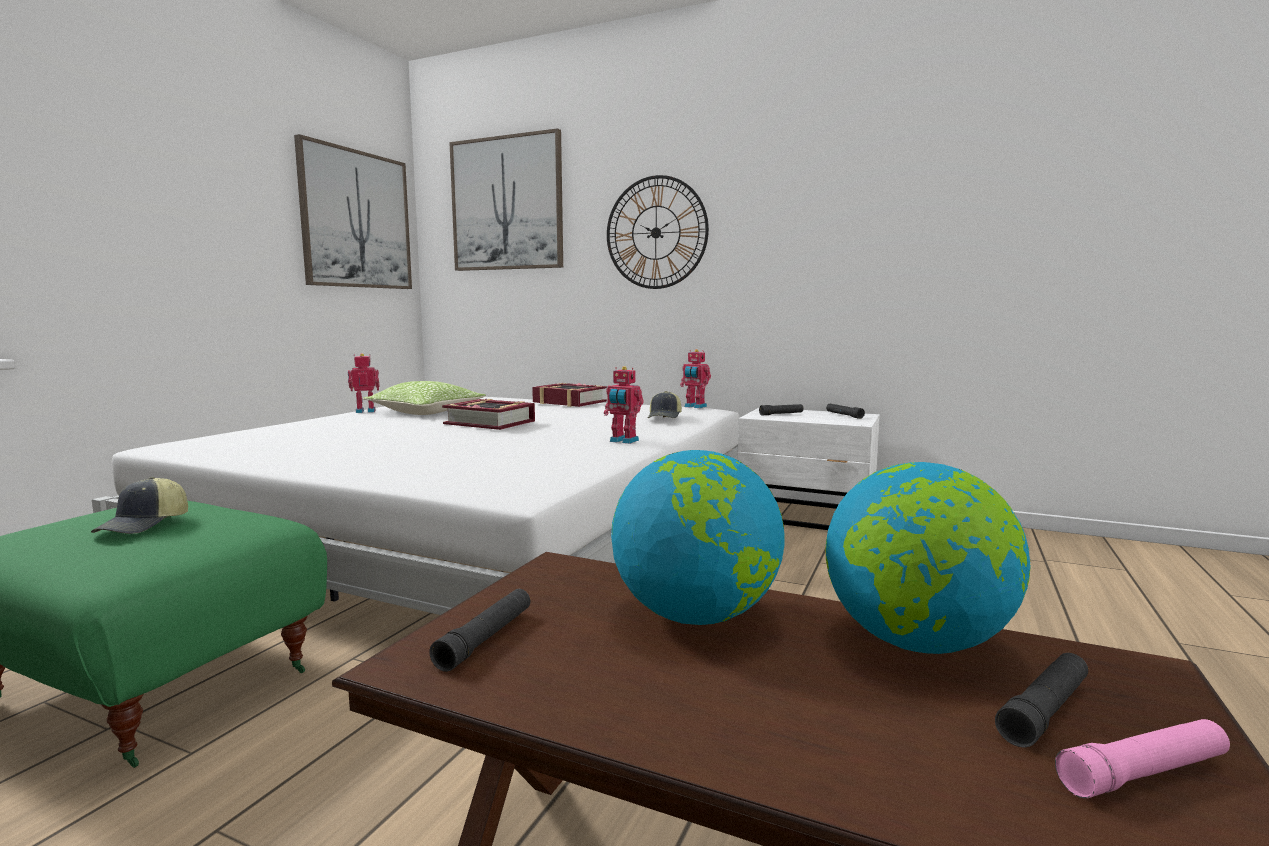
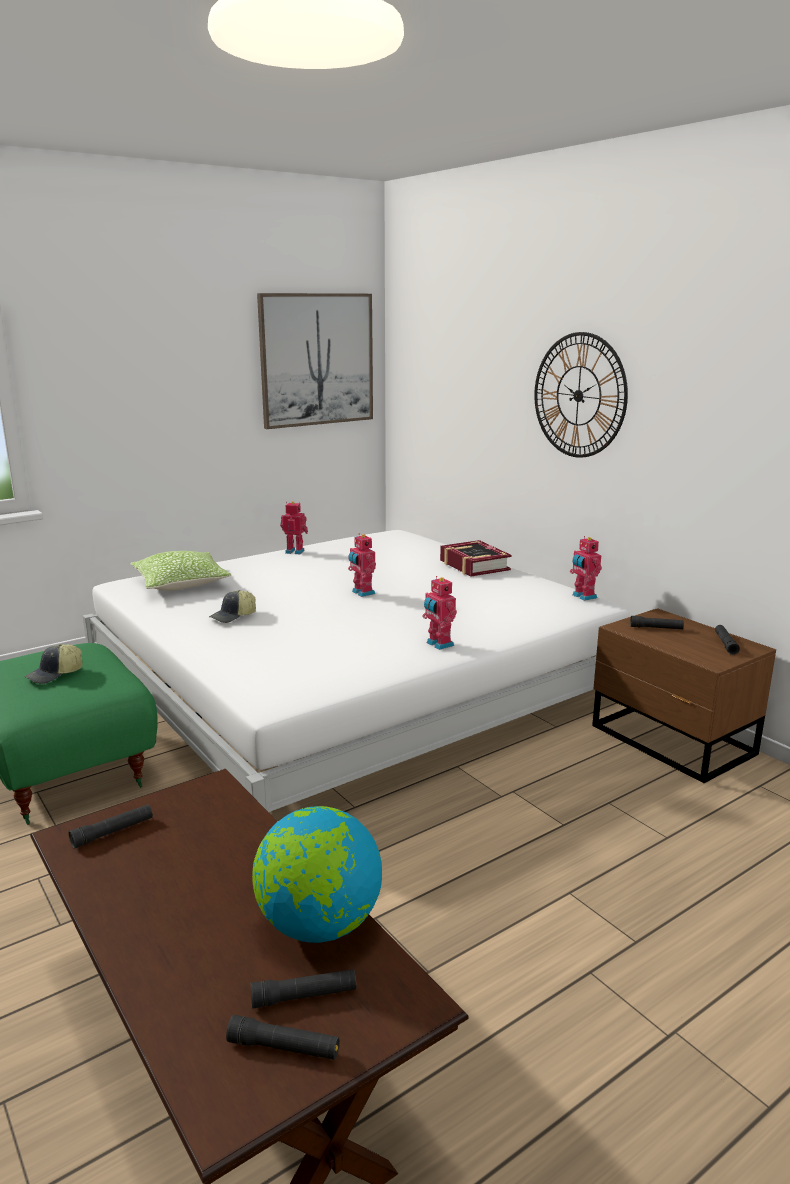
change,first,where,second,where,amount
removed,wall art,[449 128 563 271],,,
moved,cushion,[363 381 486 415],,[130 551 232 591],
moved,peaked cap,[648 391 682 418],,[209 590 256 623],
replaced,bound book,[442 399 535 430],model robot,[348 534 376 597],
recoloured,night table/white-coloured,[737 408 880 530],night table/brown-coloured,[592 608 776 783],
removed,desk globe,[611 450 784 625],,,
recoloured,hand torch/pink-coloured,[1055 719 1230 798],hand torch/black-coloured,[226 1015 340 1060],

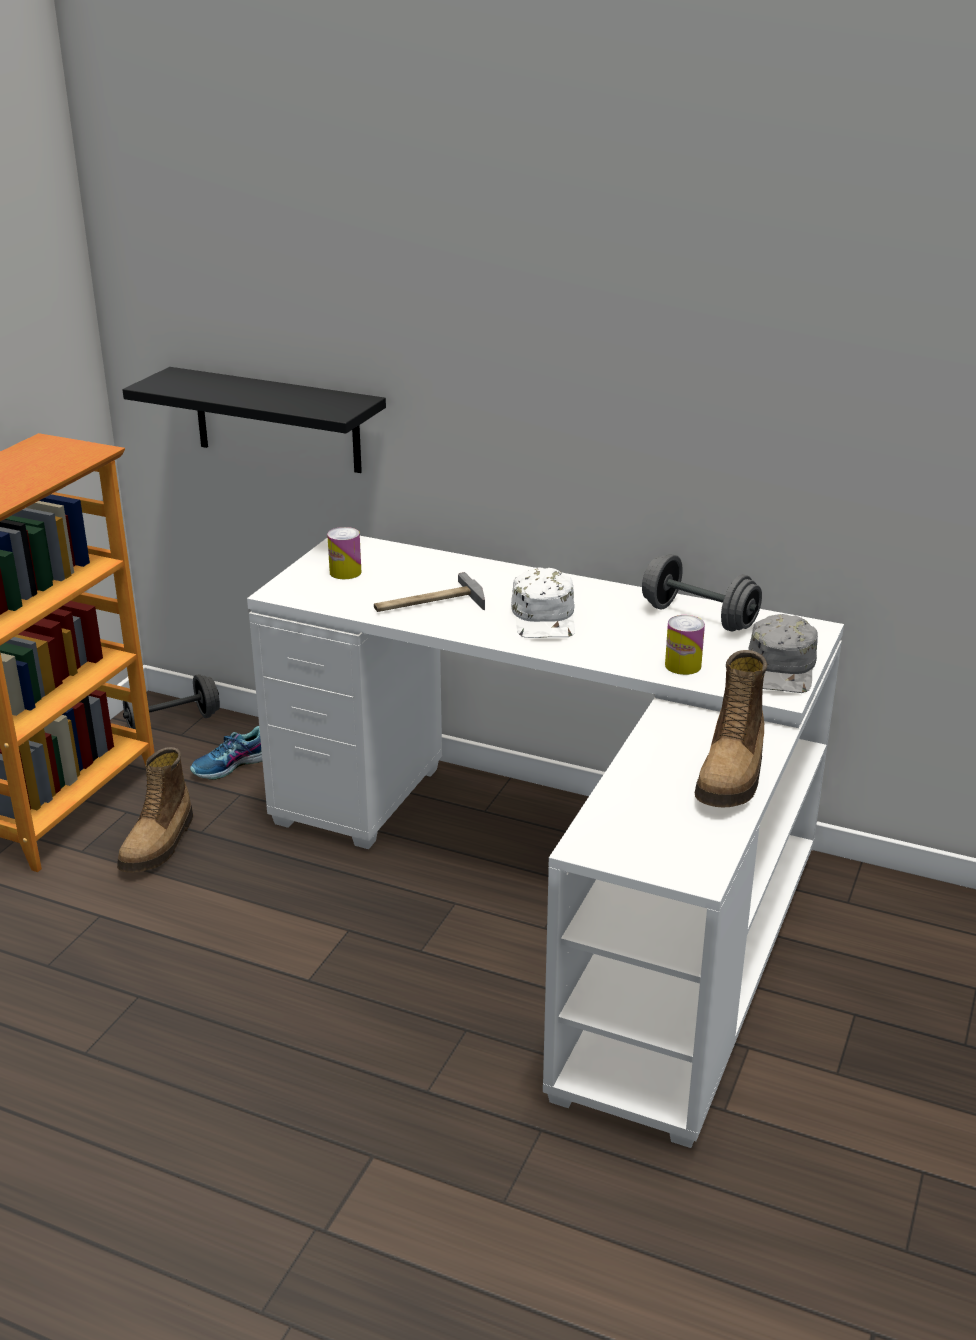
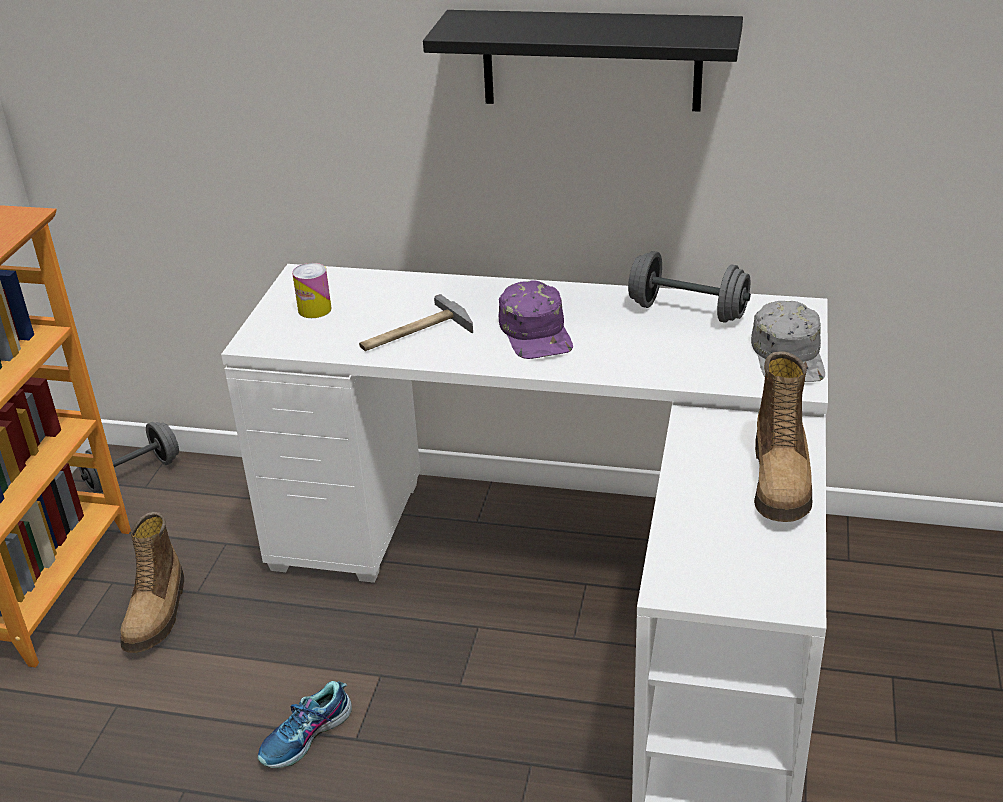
change,first,where,second,where,amount
moved,bracket shelf/black-coloured,[123 367 386 473],,[423 10 743 112],
recoloured,peaked cap/white-coloured,[511 567 575 638],peaked cap/purple,[499 280 573 359],
removed,metal can,[665 615 705 675],,,
moved,item of footwear,[190 726 262 780],,[258 681 352 768],

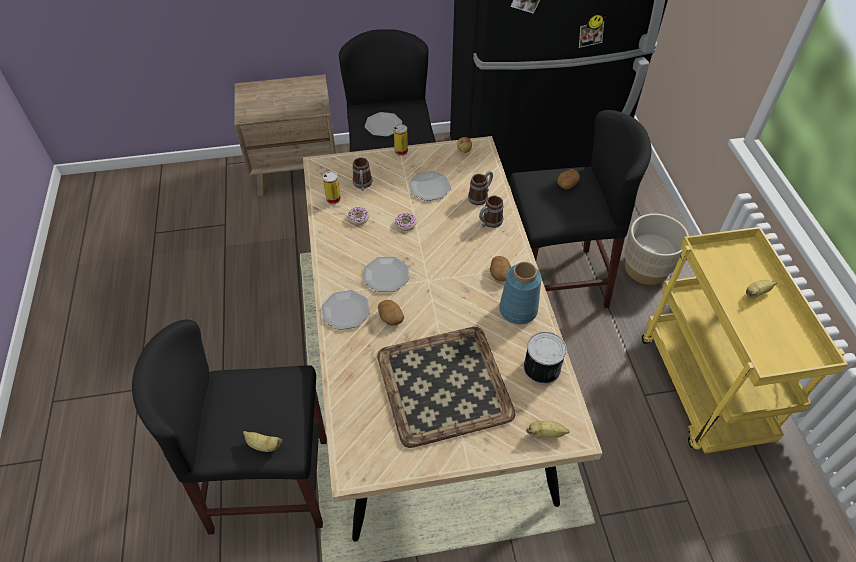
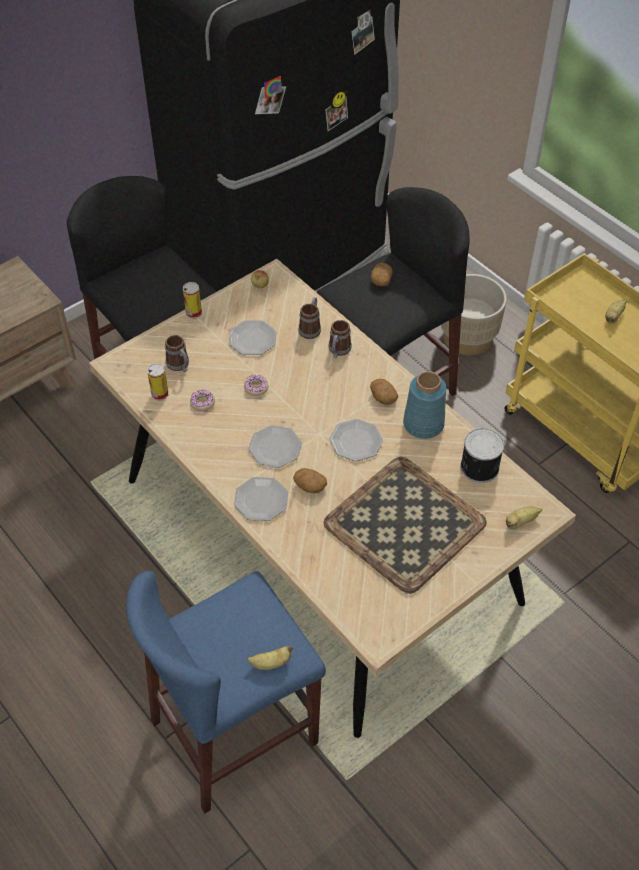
change,first,where,second,where,amount
moved,dinner plate,[365 112 402 137],,[330 419 383 461],
recoloured,stool seat/black-coloured,[132 320 327 534],stool seat/blue-coloured,[126 571 326 813],

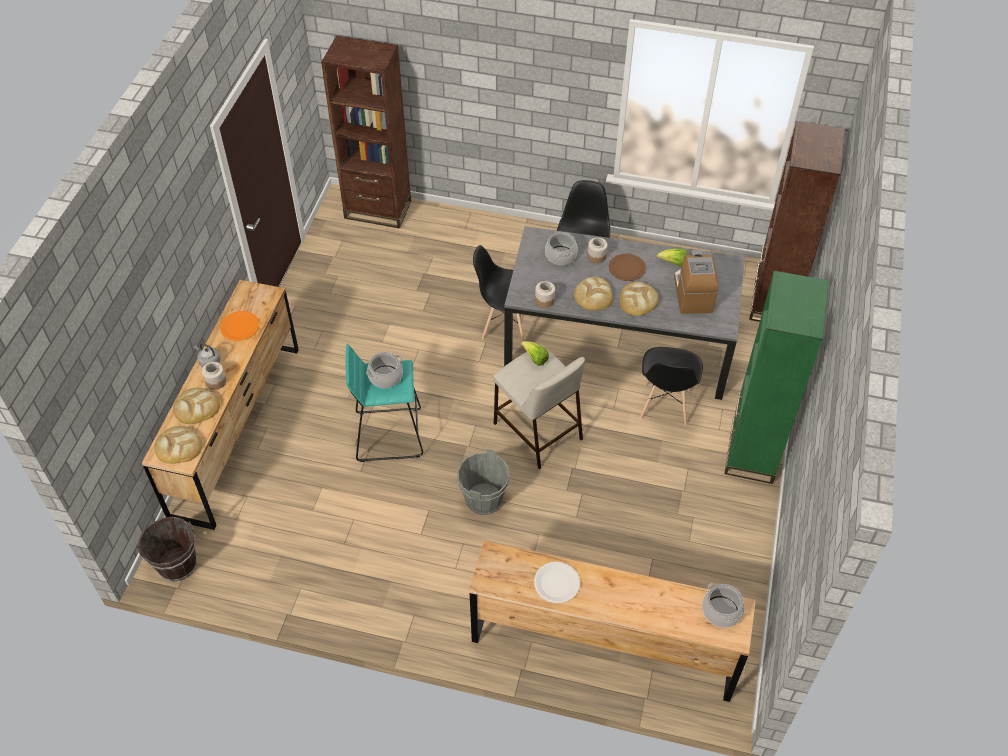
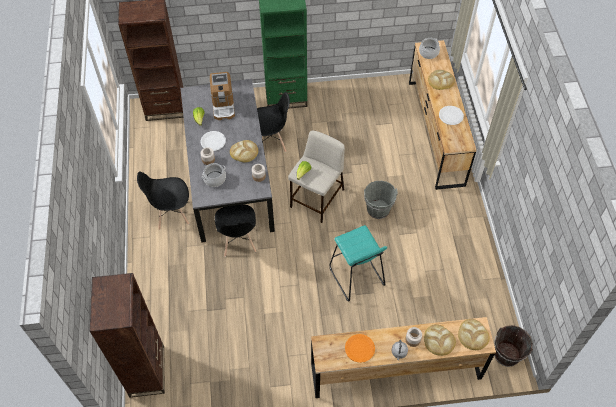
change,first,where,second,where,amount
turned,coffee machine,[674 250 718 314],,[210 72 235 120],75 degrees counterclockwise
recoloured,dinner plate/brown-coloured,[609 254 646 281],dinner plate/white-coloured,[201 131 226 151],
moved,bakery bread,[620 282 659 316],,[428 70 455 90],
removed,cooking pot,[366 352 403 388],,,

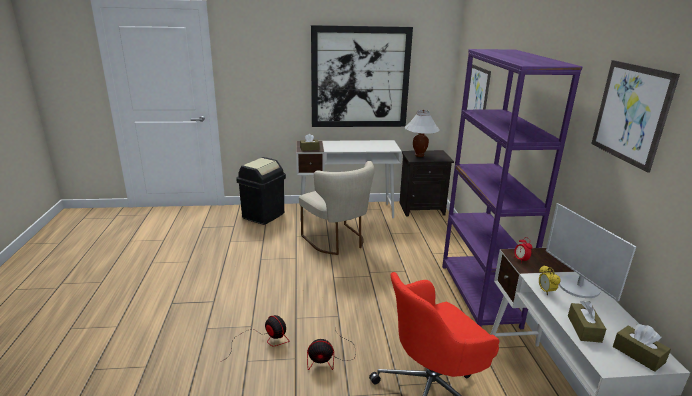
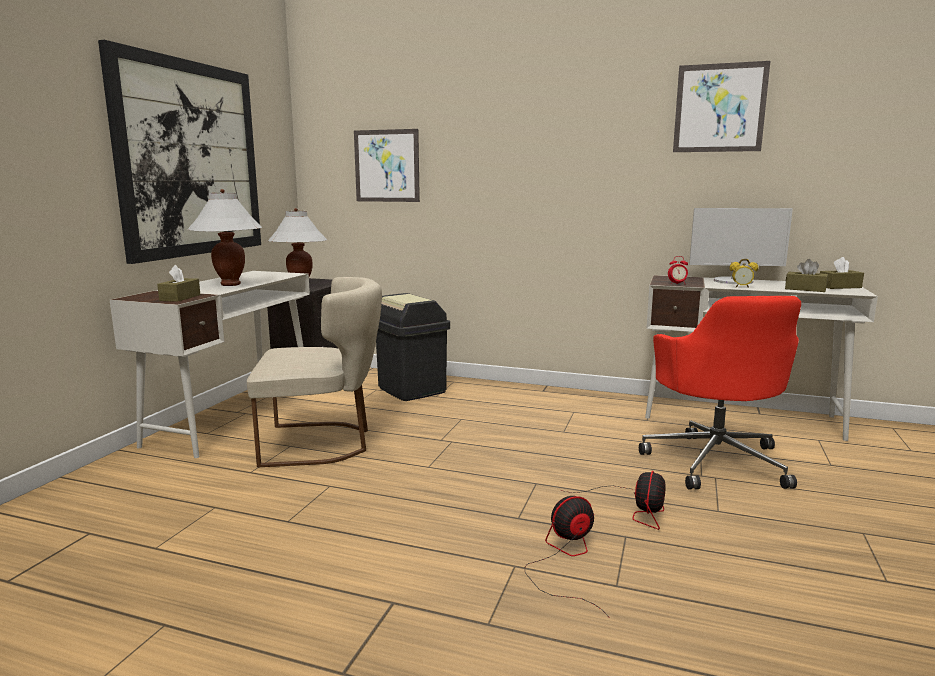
change,first,where,second,where,amount
removed,bookshelf/purple,[442 49 582 329],,,
moved,trash can/black-coloured,[236 157 286 225],,[376 293 450 401],
added,,,lamp for a table/white-coloured,[188 189 262 286],

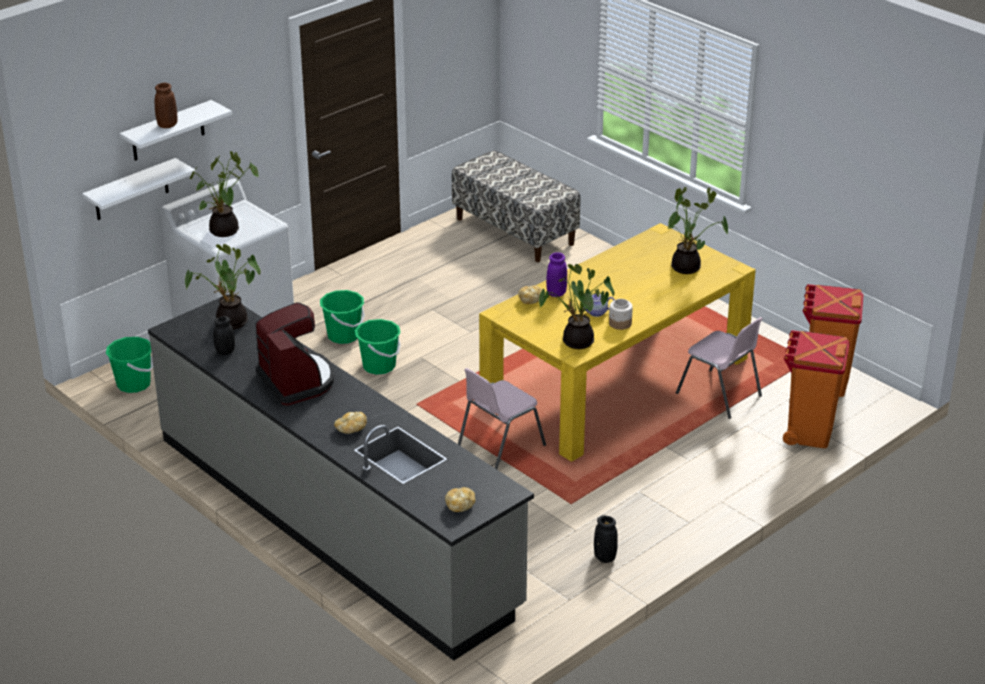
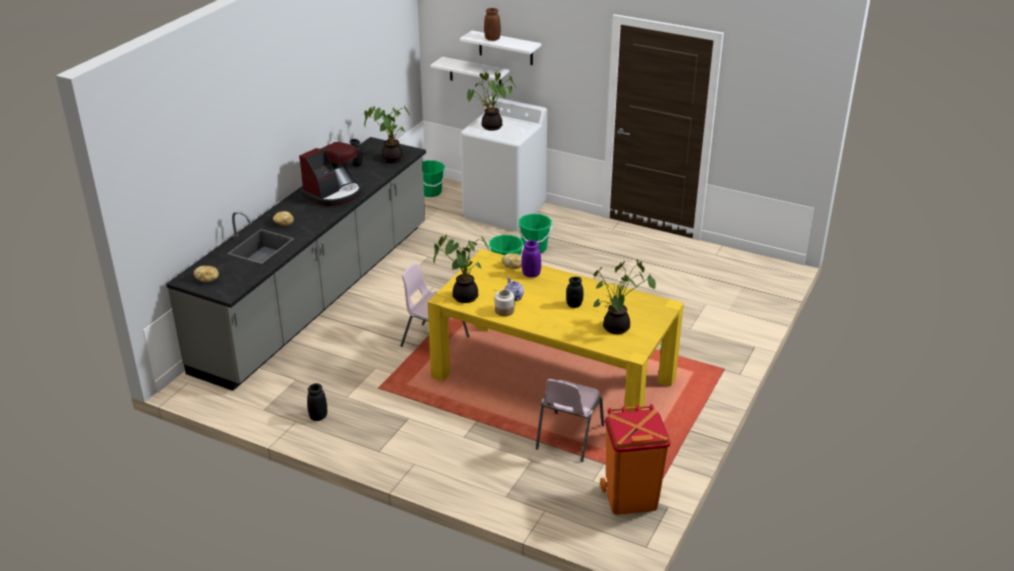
change,first,where,second,where,amount
removed,long seat,[452 150 580 262],,,
removed,trash can/orange,[783 330 850 448],,,
added,,,jar/black-coloured,[566 277 584 308],

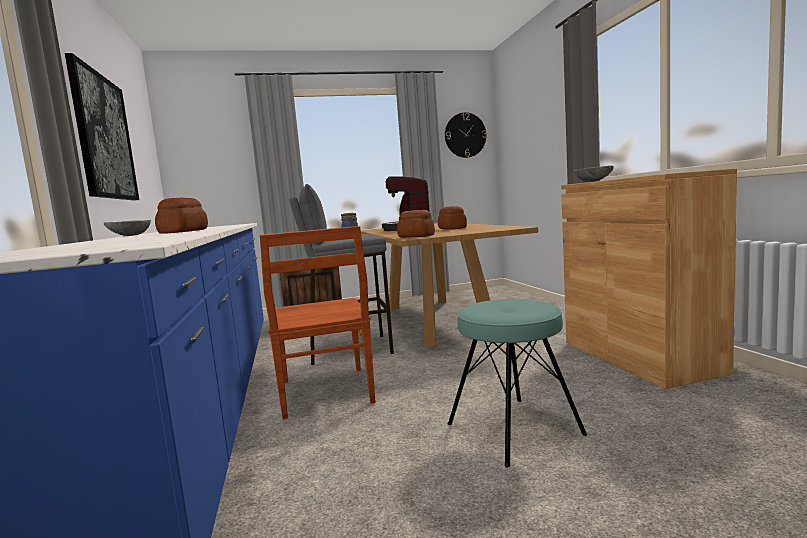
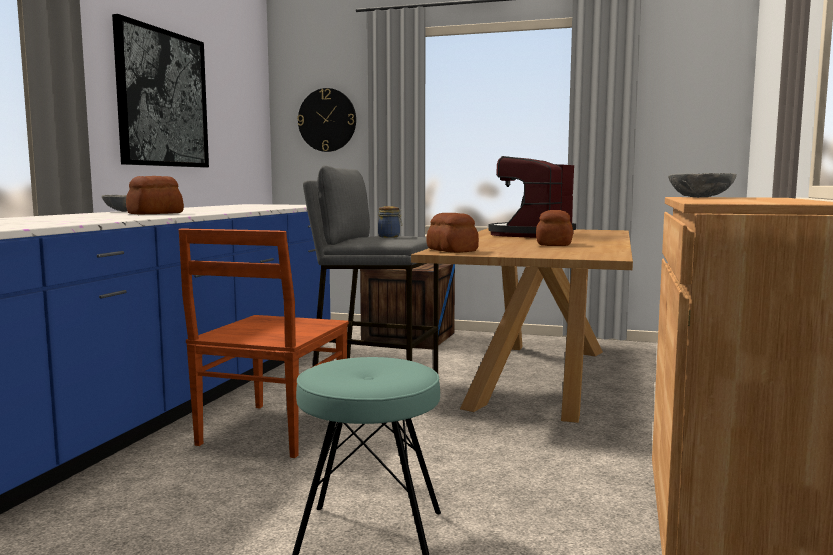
change,first,where,second,where,amount
moved,clock on the wall,[445 112 487 158],,[297 88 356 152],

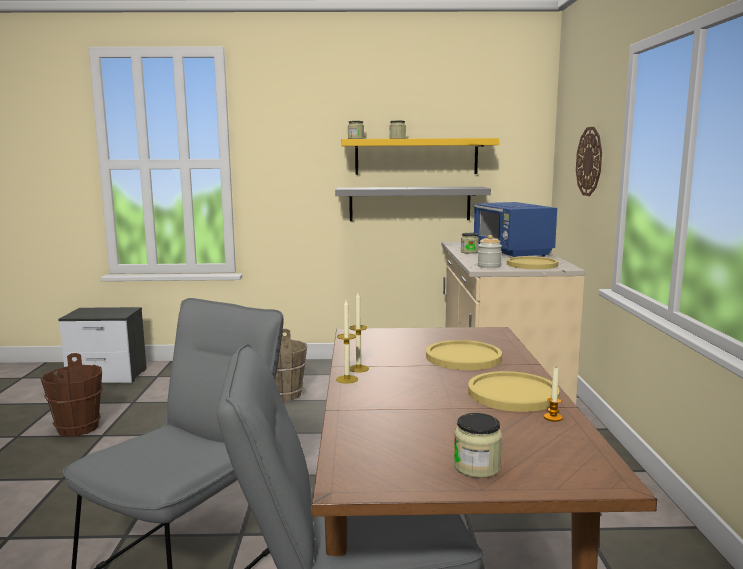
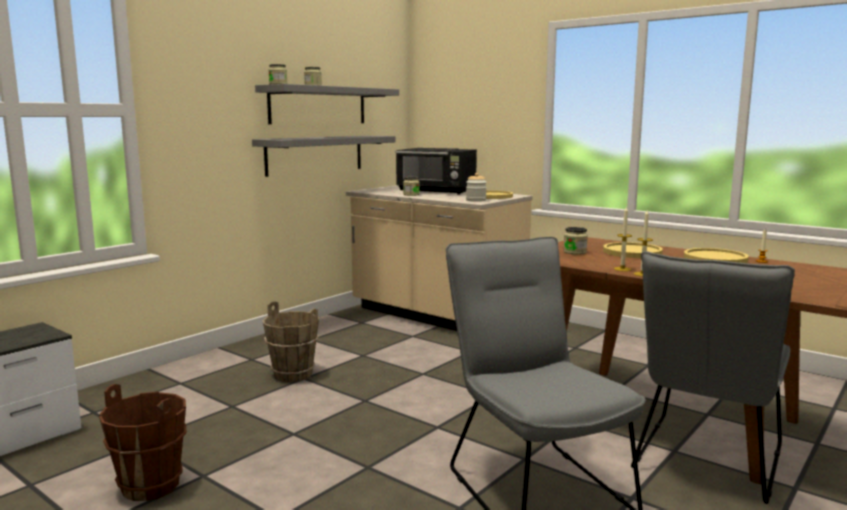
change,first,where,second,where,amount
removed,clock on the wall,[576 127 602 196],,,
recoloured,bracket shelf/yellow-coloured,[341 138 499 175],bracket shelf/grey,[255 84 399 124],
recoloured,microwave/blue-coloured,[473 202 557 257],microwave/black-coloured,[396 148 477 195],
moved,jar,[454 413 502 478],,[564 227 588 255],

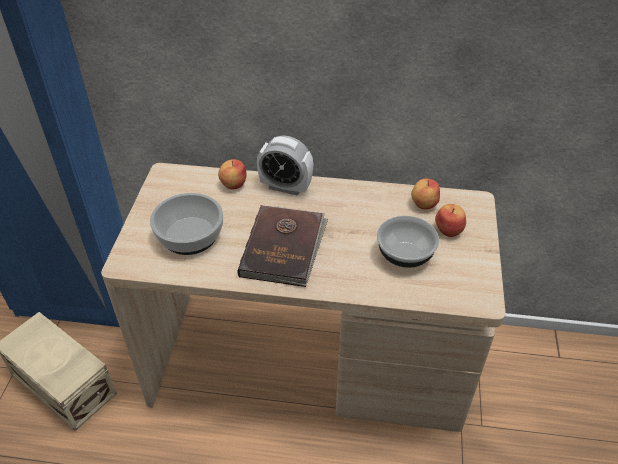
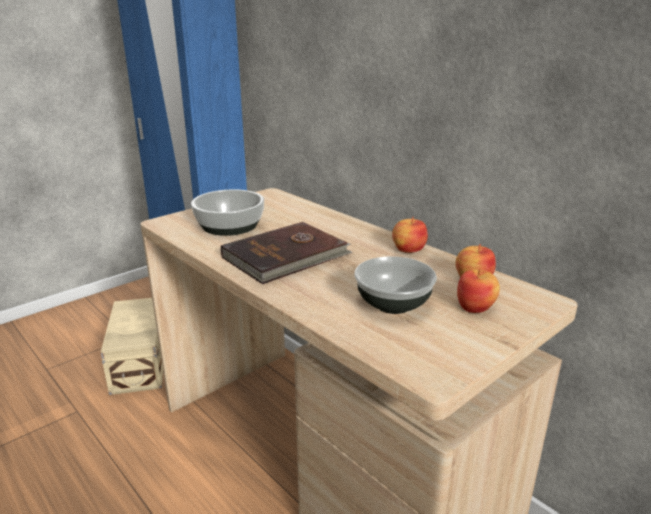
change,first,where,second,where,amount
removed,table clock,[257 135 313 196],,,
moved,apple,[218 159 247 189],,[392 217 428 253],

